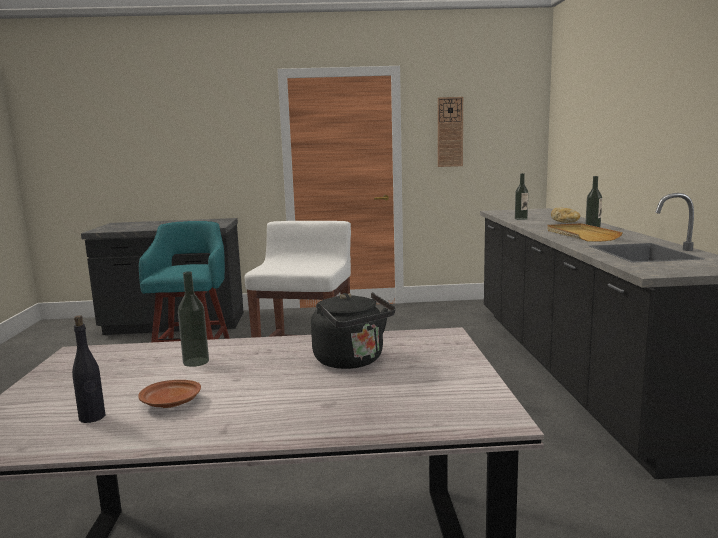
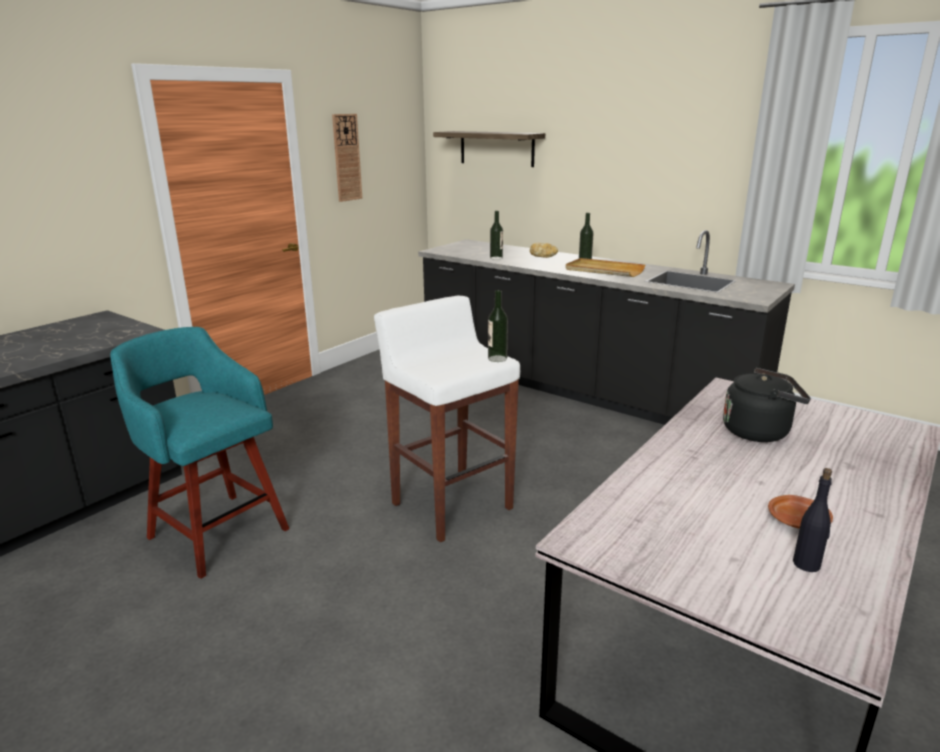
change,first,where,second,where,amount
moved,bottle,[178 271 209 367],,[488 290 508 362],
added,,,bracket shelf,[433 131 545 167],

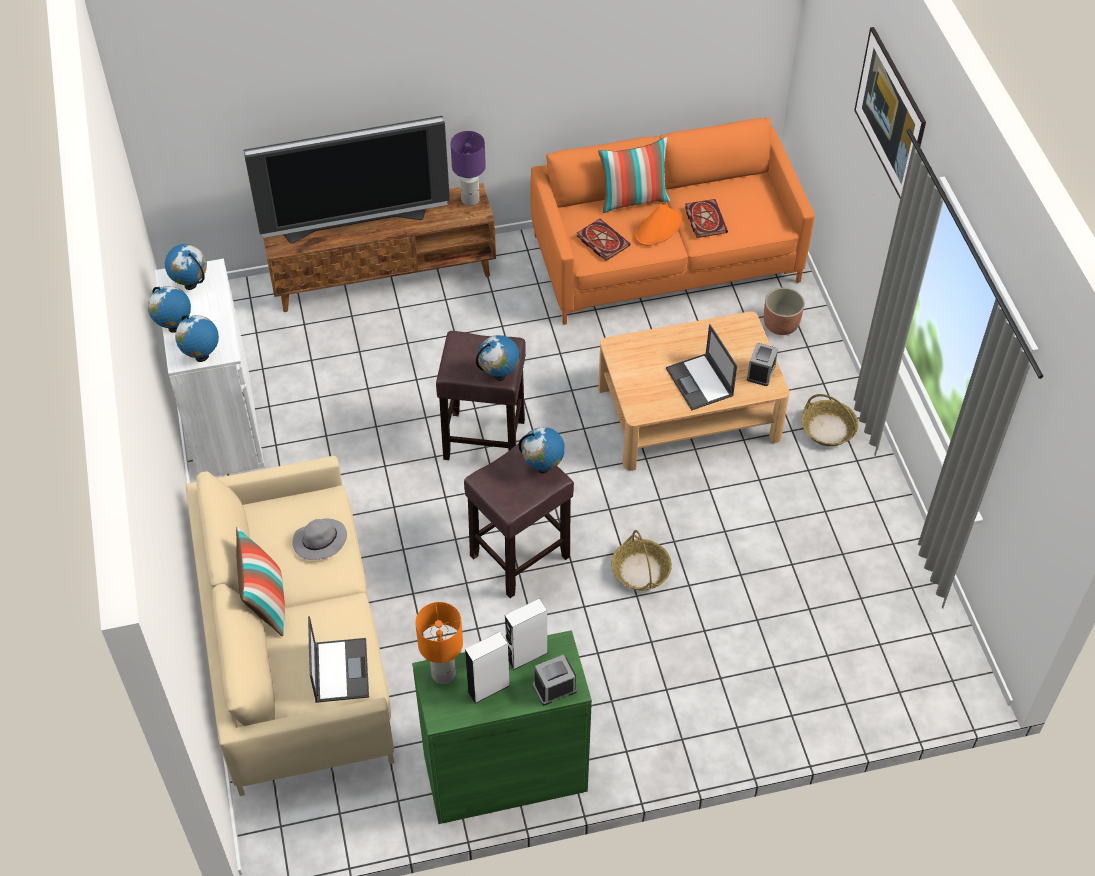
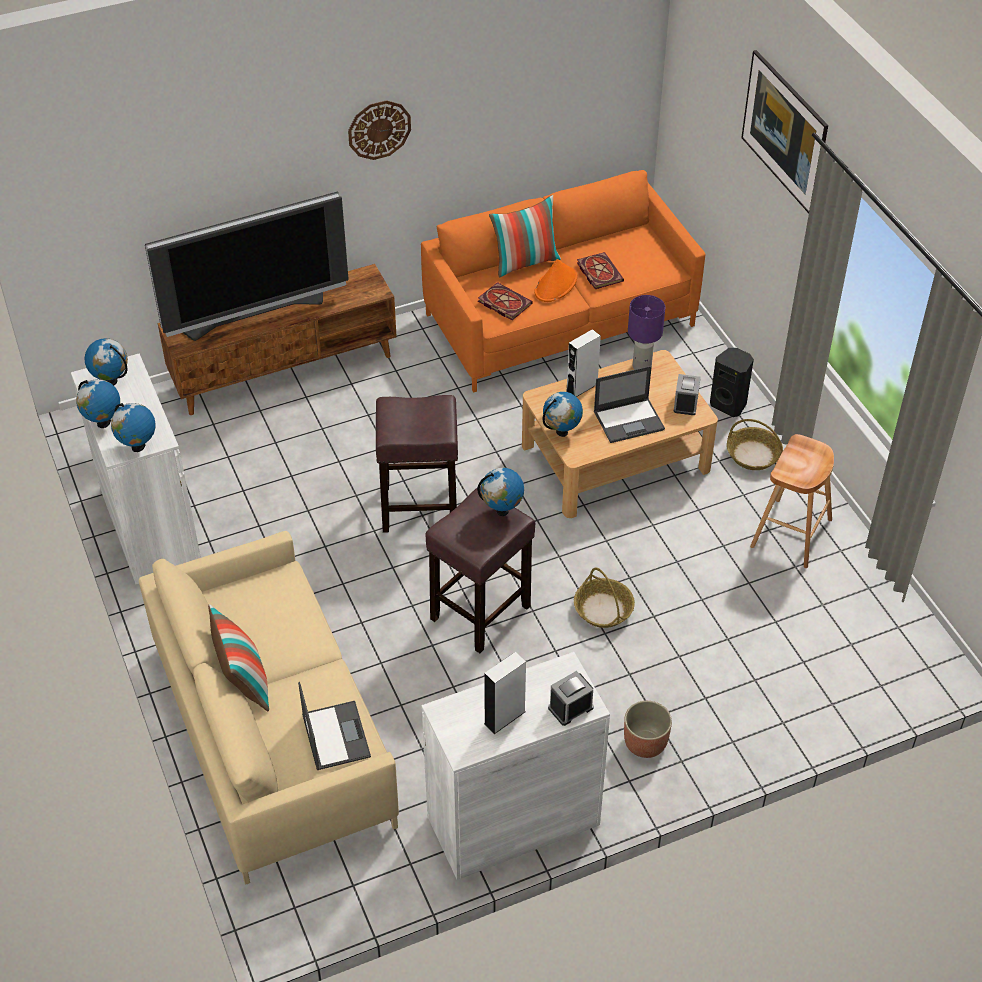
change,first,where,second,where,amount
moved,lamp for a table/purple,[450 131 486 206],,[628 295 665 370],
moved,planter,[764 288 805 335],,[624 701 672 758],
turned,laptop,[666 324 737 410],,[594 366 665 443],75 degrees counterclockwise
moved,desk globe,[476 335 520 381],,[543 392 583 437],
removed,wearable hat/grey,[293 519 347 560],,,
moved,audio speaker/white-coloured,[505 599 548 670],,[566 329 601 397],
removed,lamp for a table/orange,[415 602 463 684],,,
recoloured,cabinet/green,[412 630 592 824],cabinet/white-coloured,[422 652 610 880],
added,,,clock on the wall,[348 100 411 160],
added,,,audio speaker/black-coloured,[710 348 754 417],
added,,,stool seat/brown-coloured,[750 434 834 568],

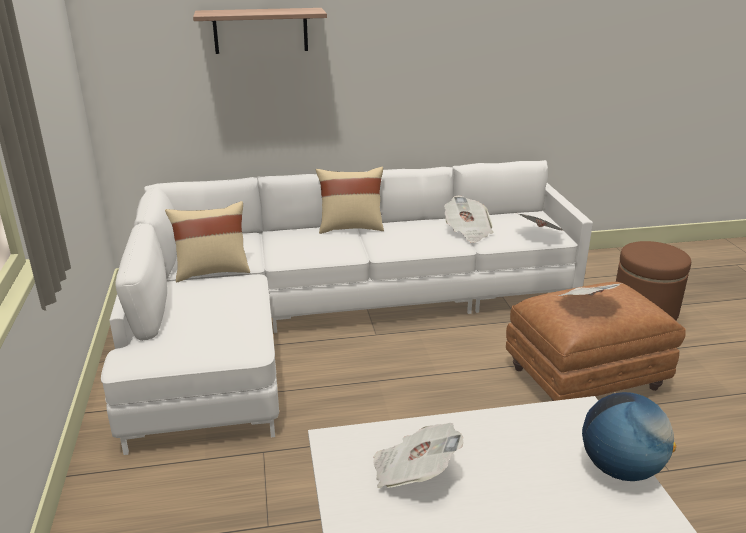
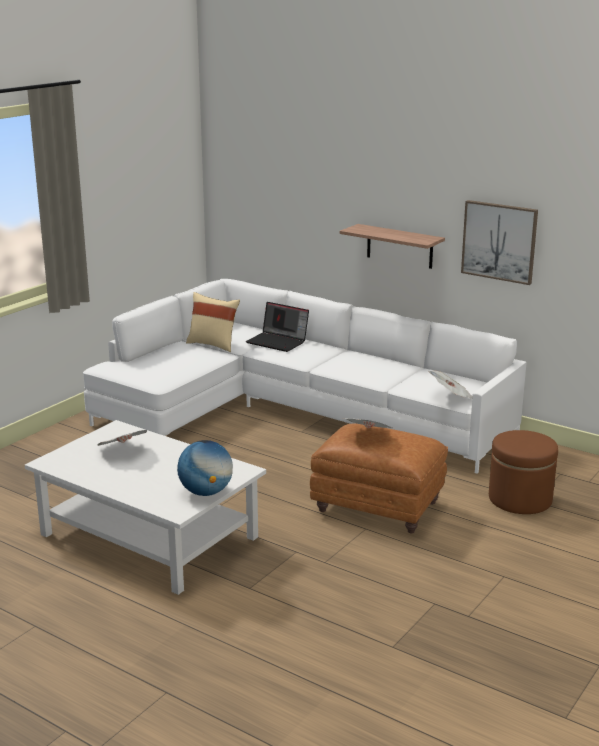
change,first,where,second,where,amount
moved,bracket shelf,[193 8 327 54],,[340 224 445 269],
removed,cushion/beige,[316 167 384 234],,,
removed,daily paper,[444 196 494 243],,,
added,,,wall art,[461 200 538 285],
added,,,laptop,[246 302 309 352],

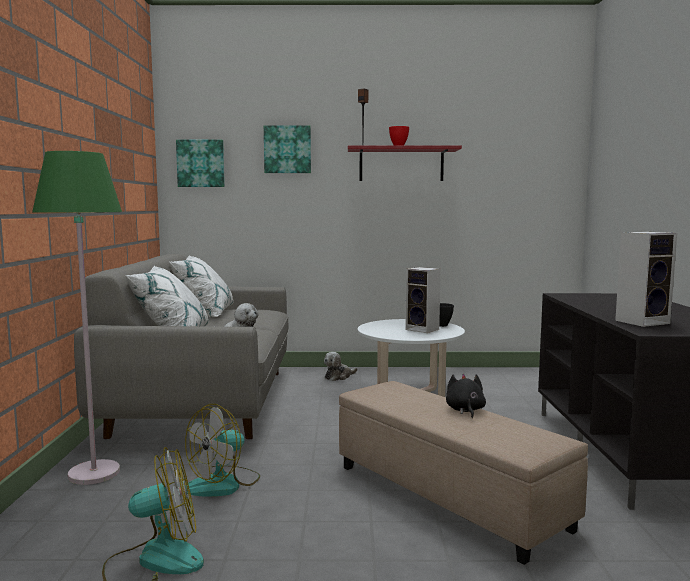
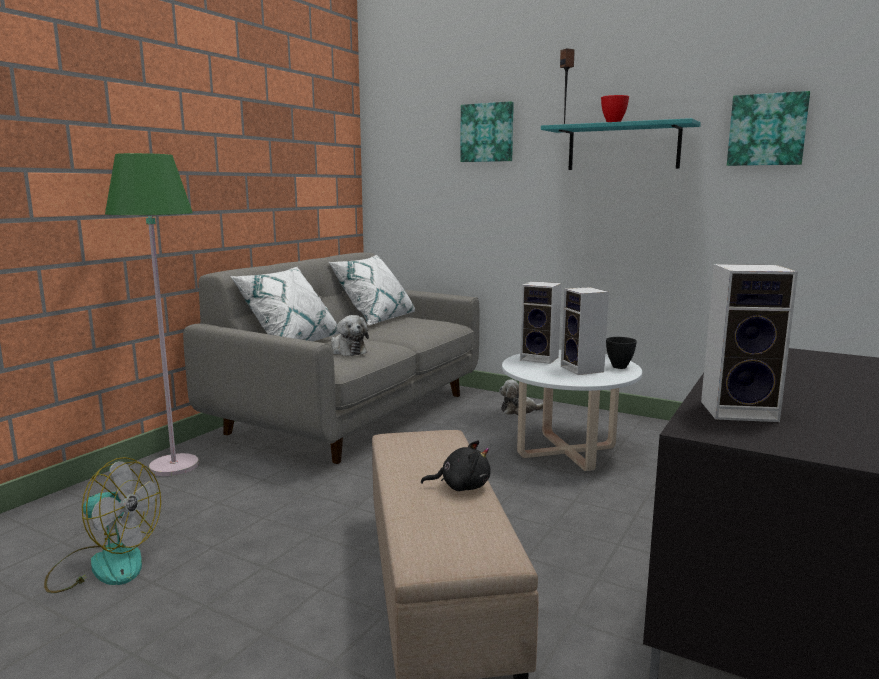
change,first,where,second,where,amount
moved,wall art,[176 140 225 187],,[727 91 810 166],
recoloured,bracket shelf/red-coloured,[348 146 462 181],bracket shelf/blue-green,[541 118 701 170],
turned,soft toy/black-coloured,[446 374 486 418],,[421 440 491 491],60 degrees clockwise
removed,cooling fan,[185 404 260 497],,,
added,,,audio speaker,[520 281 562 364],

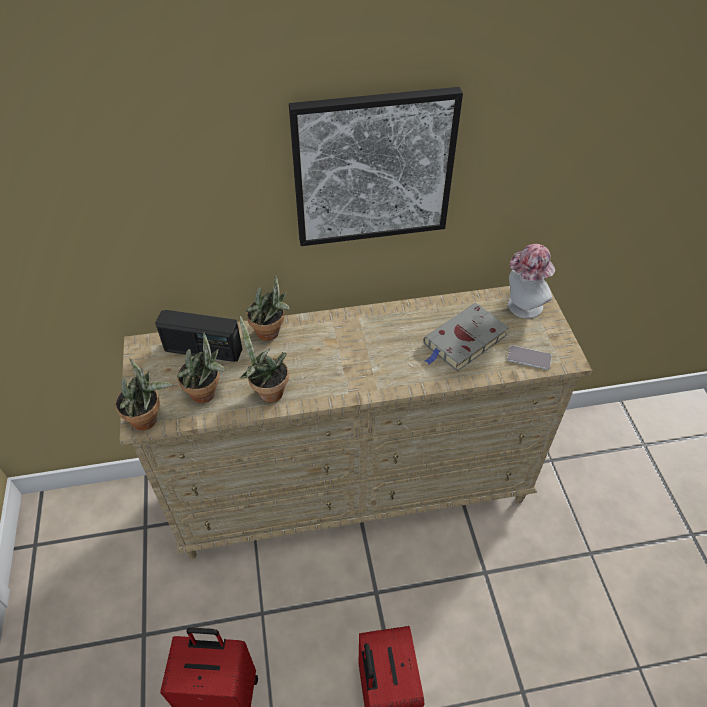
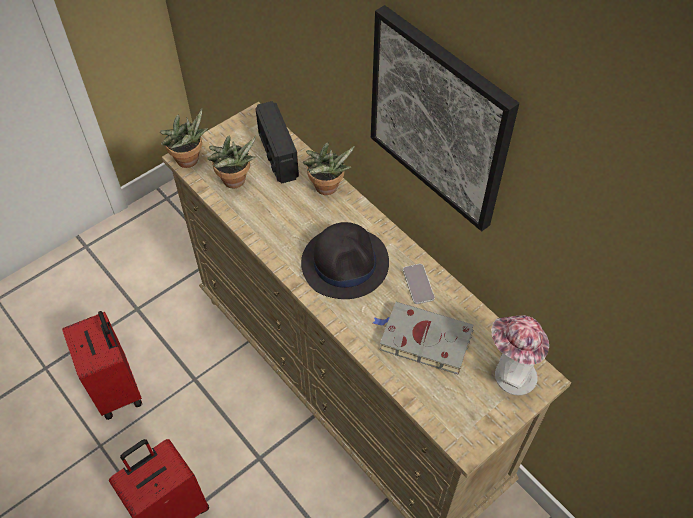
change,first,where,second,where,amount
removed,plant in a pot,[240 316 289 403],,,
moved,handset,[507 345 552 370],,[403 264 435 304],
added,,,wearable hat/black-coloured,[301 222 389 299],

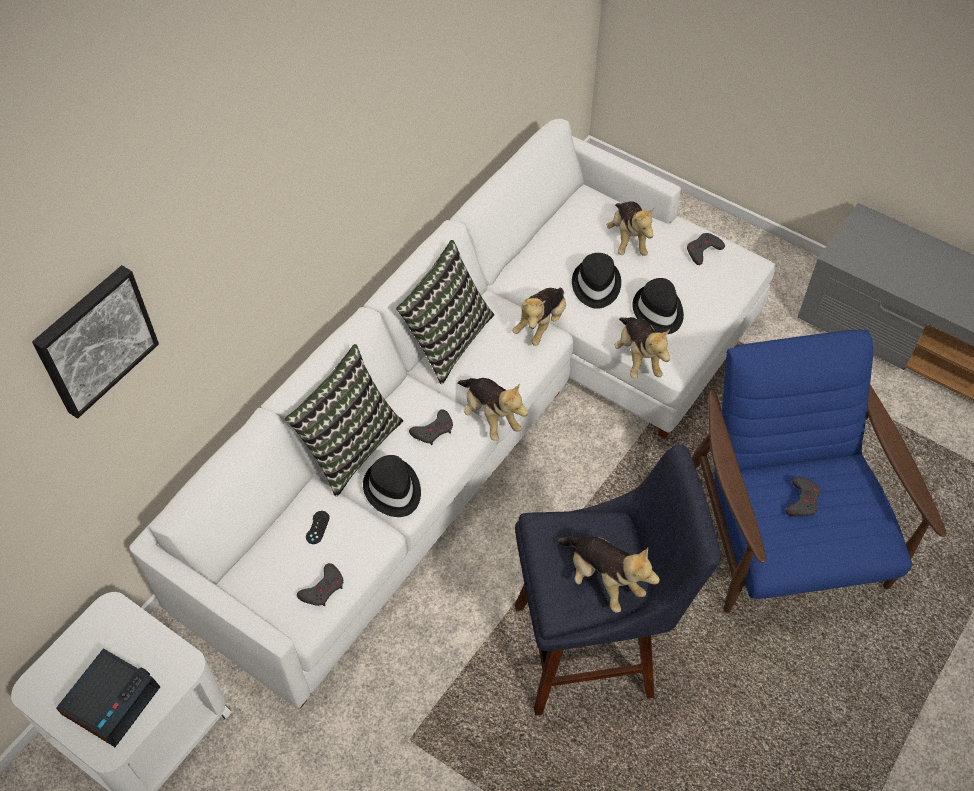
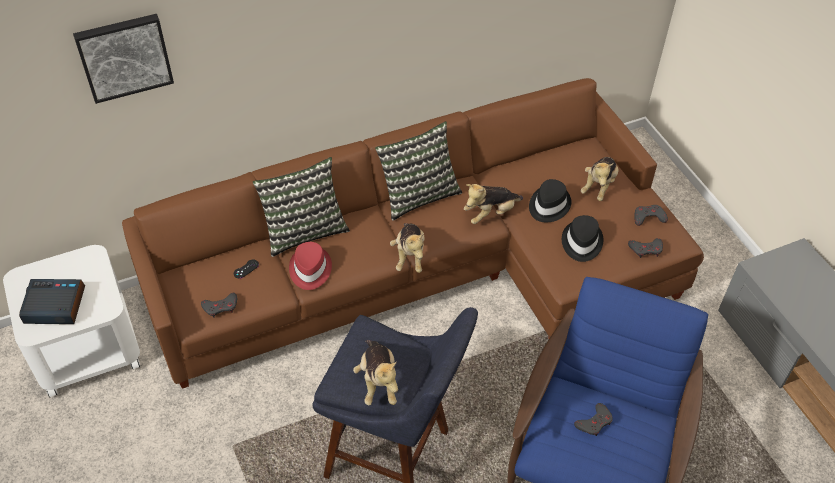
change,first,where,second,where,amount
recoloured,couch/white-coloured,[129 119 776 708],couch/brown-coloured,[122 78 704 389],
removed,soft toy,[614 317 670 379],,,
moved,gamepad/grey,[409 409 453 445],,[628 238 663 258],
recoloured,wearable hat/black-coloured,[363 455 421 517],wearable hat/red-coloured,[289 242 332 290],
turned,table clock,[56 648 160 747],,[19 279 85 324],150 degrees counterclockwise

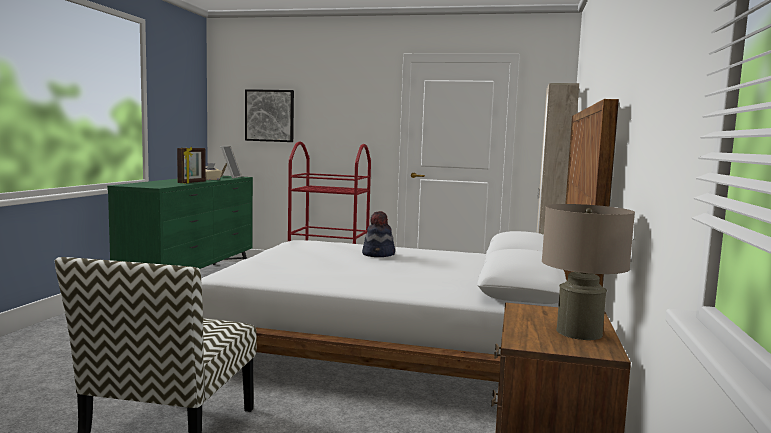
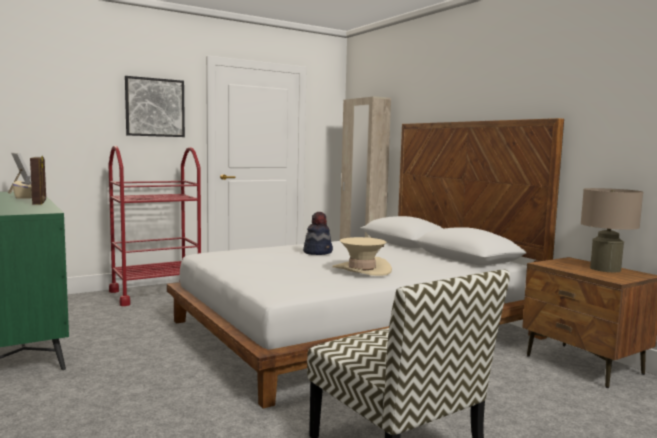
change,first,where,second,where,amount
moved,wall art,[245 89 294 142],,[125 76 185 137],
added,,,wearable hat/beige,[332 237 392 276],

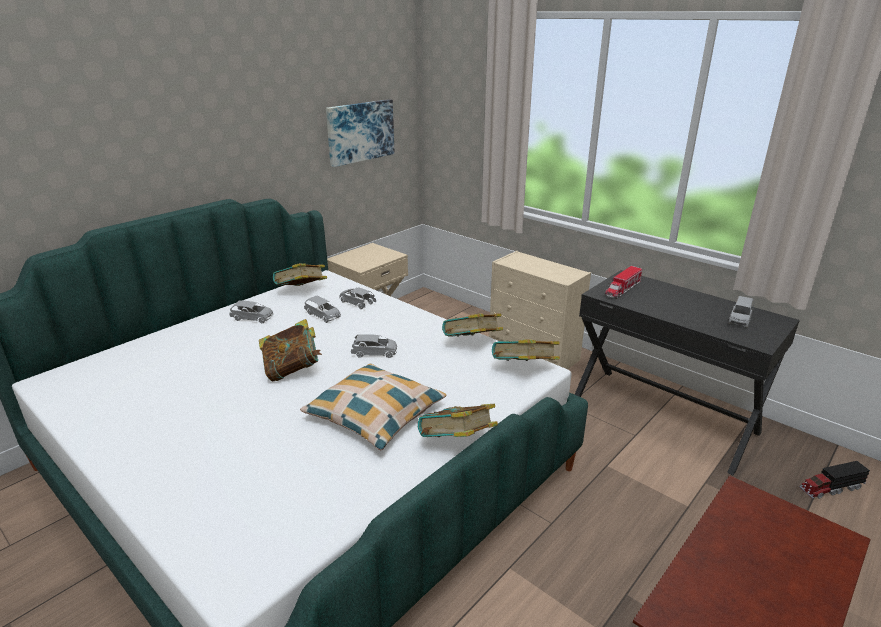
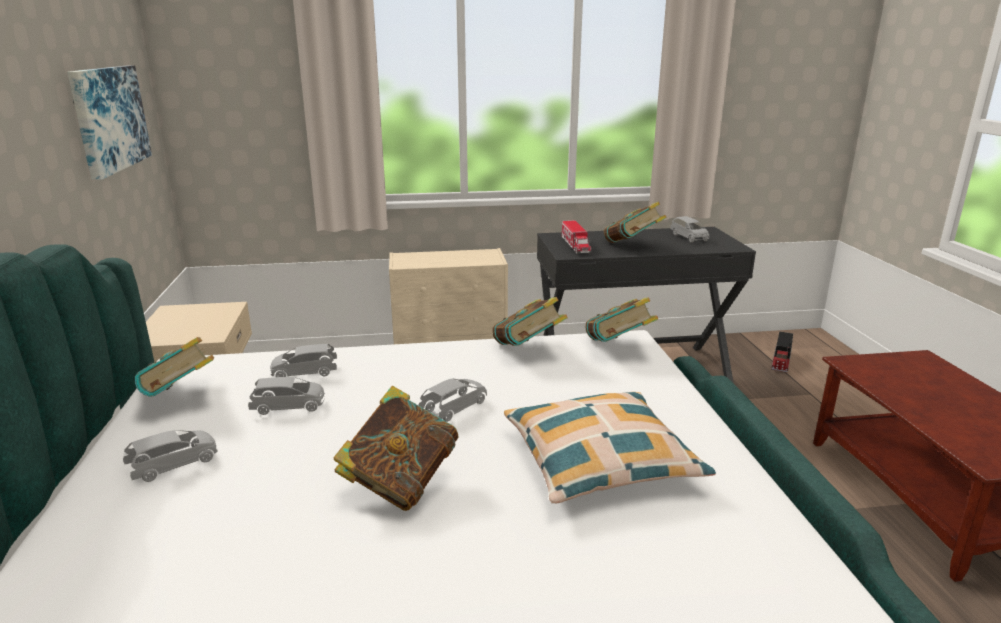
change,first,where,second,where,amount
moved,bound book,[418 404 498 437],,[604 202 667 243],

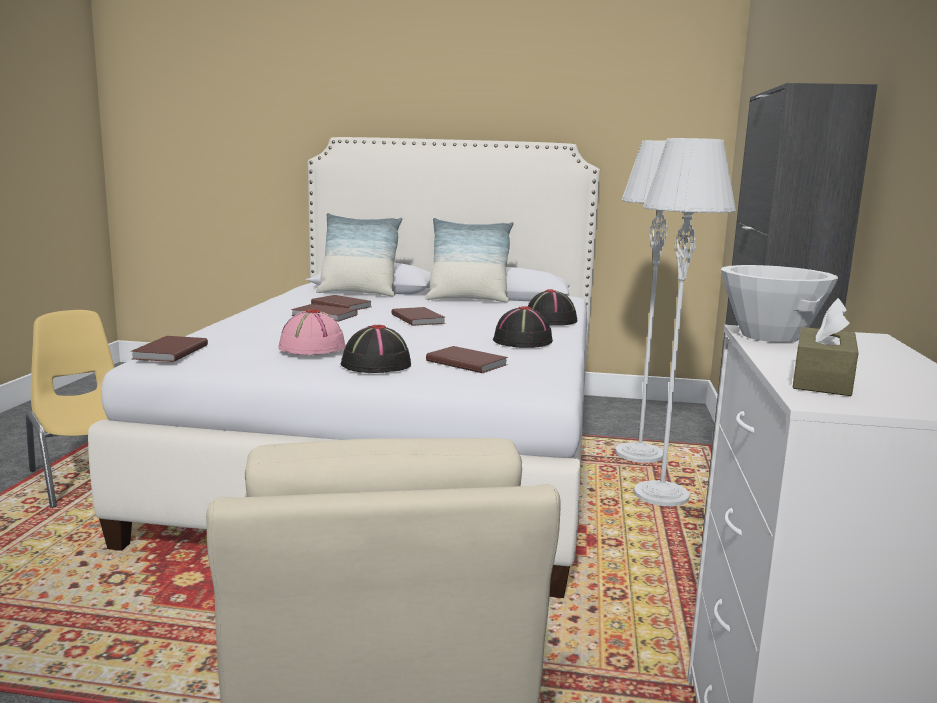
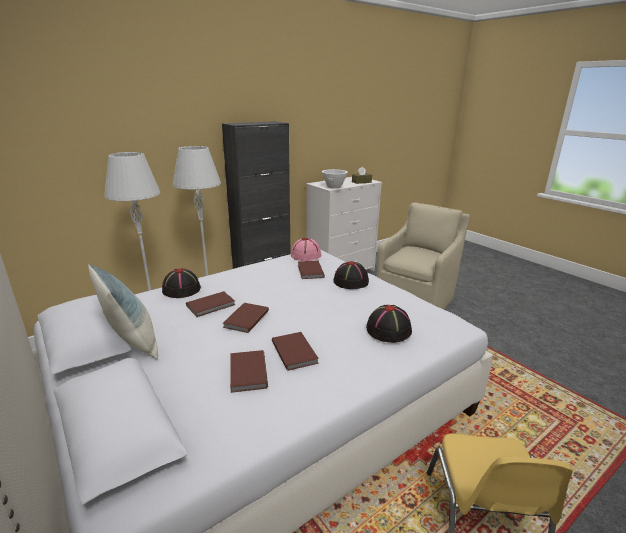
change,first,where,second,where,amount
removed,cushion,[316 213 402 297],,,
moved,wearable hat/black-coloured,[493 306 553 348],,[366 305 412 343],
moved,wearable hat/pink-coloured,[278 309 346 355],,[291 238 322 261],
moved,bound book/brown-coloured,[131 336 208 362],,[186 291 235 317],

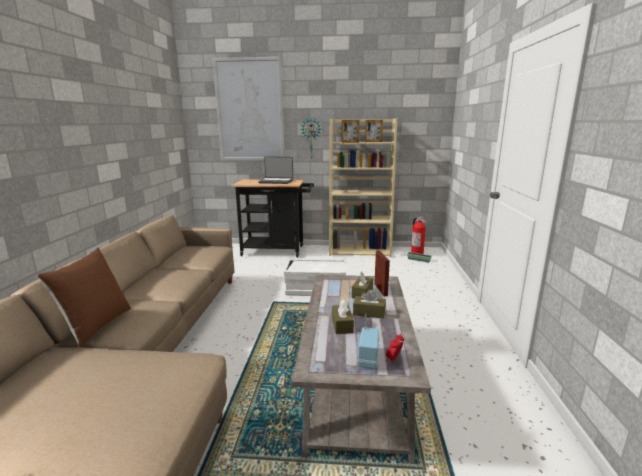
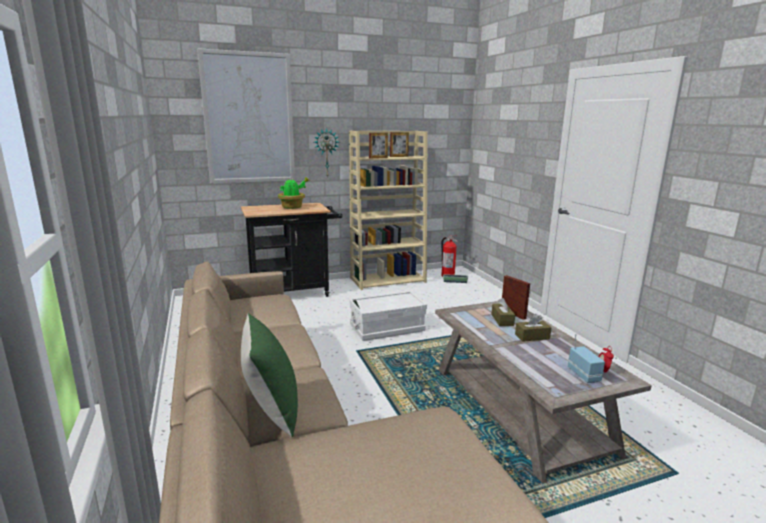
change,first,where,second,where,amount
replaced,laptop,[258 156 293 184],plant in a pot,[278 177 310 209],
recoloured,cushion/brown-coloured,[37 248 131 347],cushion/green,[241 313 298 437],
removed,tissue box/brown-coloured,[332 299 354 334],,,

